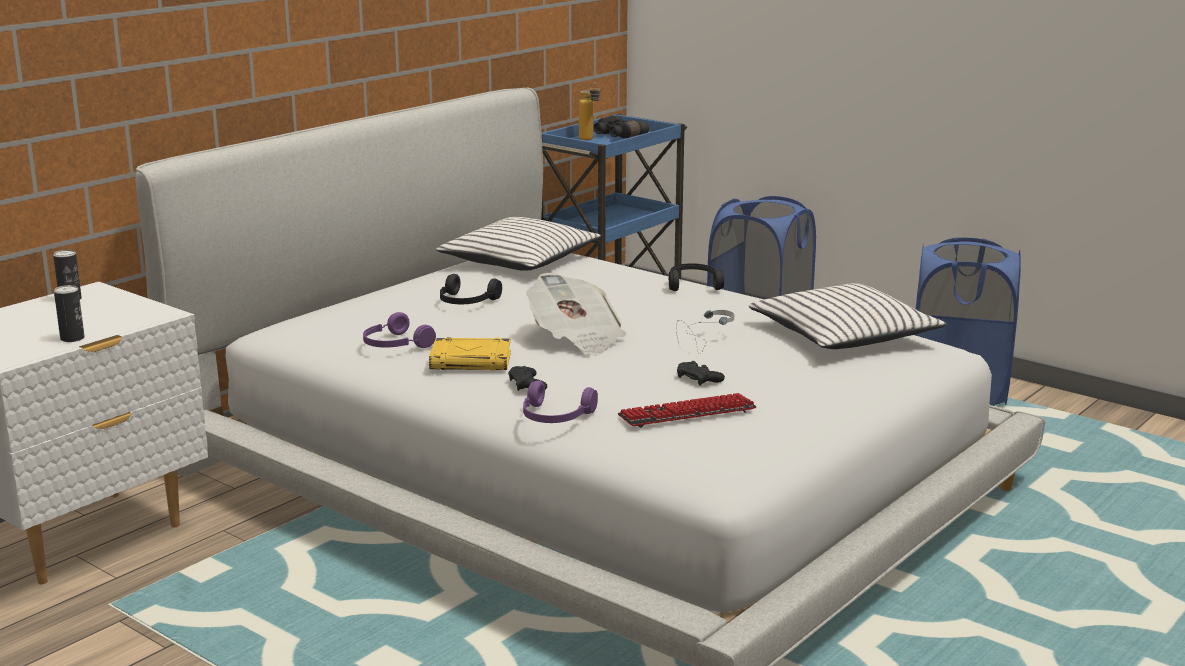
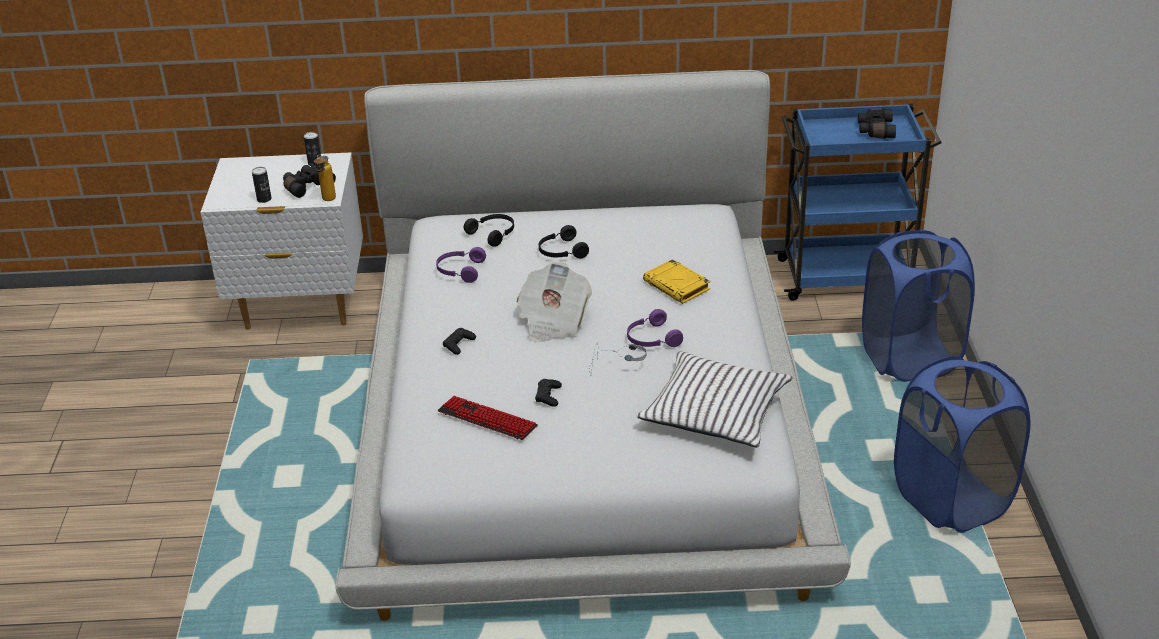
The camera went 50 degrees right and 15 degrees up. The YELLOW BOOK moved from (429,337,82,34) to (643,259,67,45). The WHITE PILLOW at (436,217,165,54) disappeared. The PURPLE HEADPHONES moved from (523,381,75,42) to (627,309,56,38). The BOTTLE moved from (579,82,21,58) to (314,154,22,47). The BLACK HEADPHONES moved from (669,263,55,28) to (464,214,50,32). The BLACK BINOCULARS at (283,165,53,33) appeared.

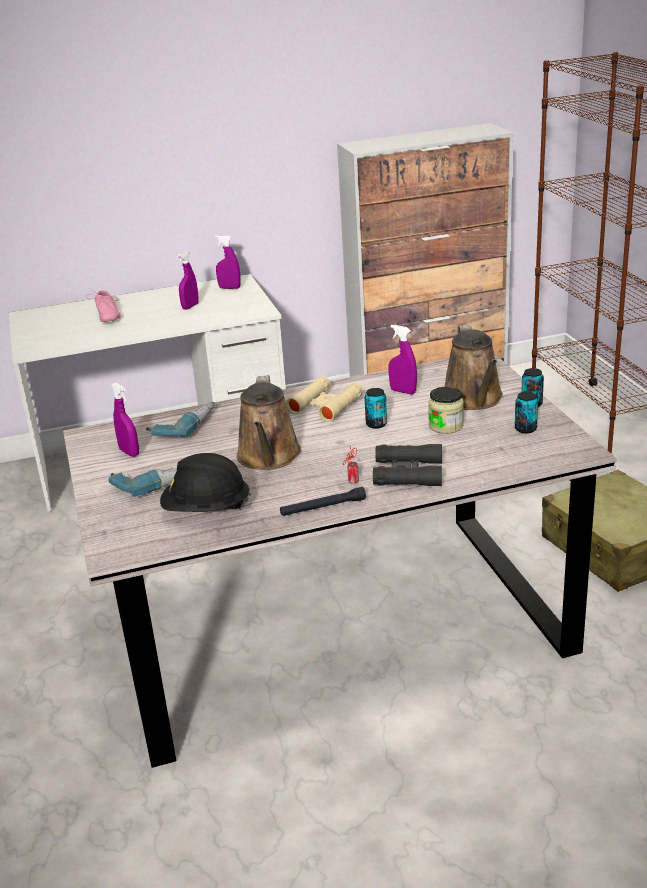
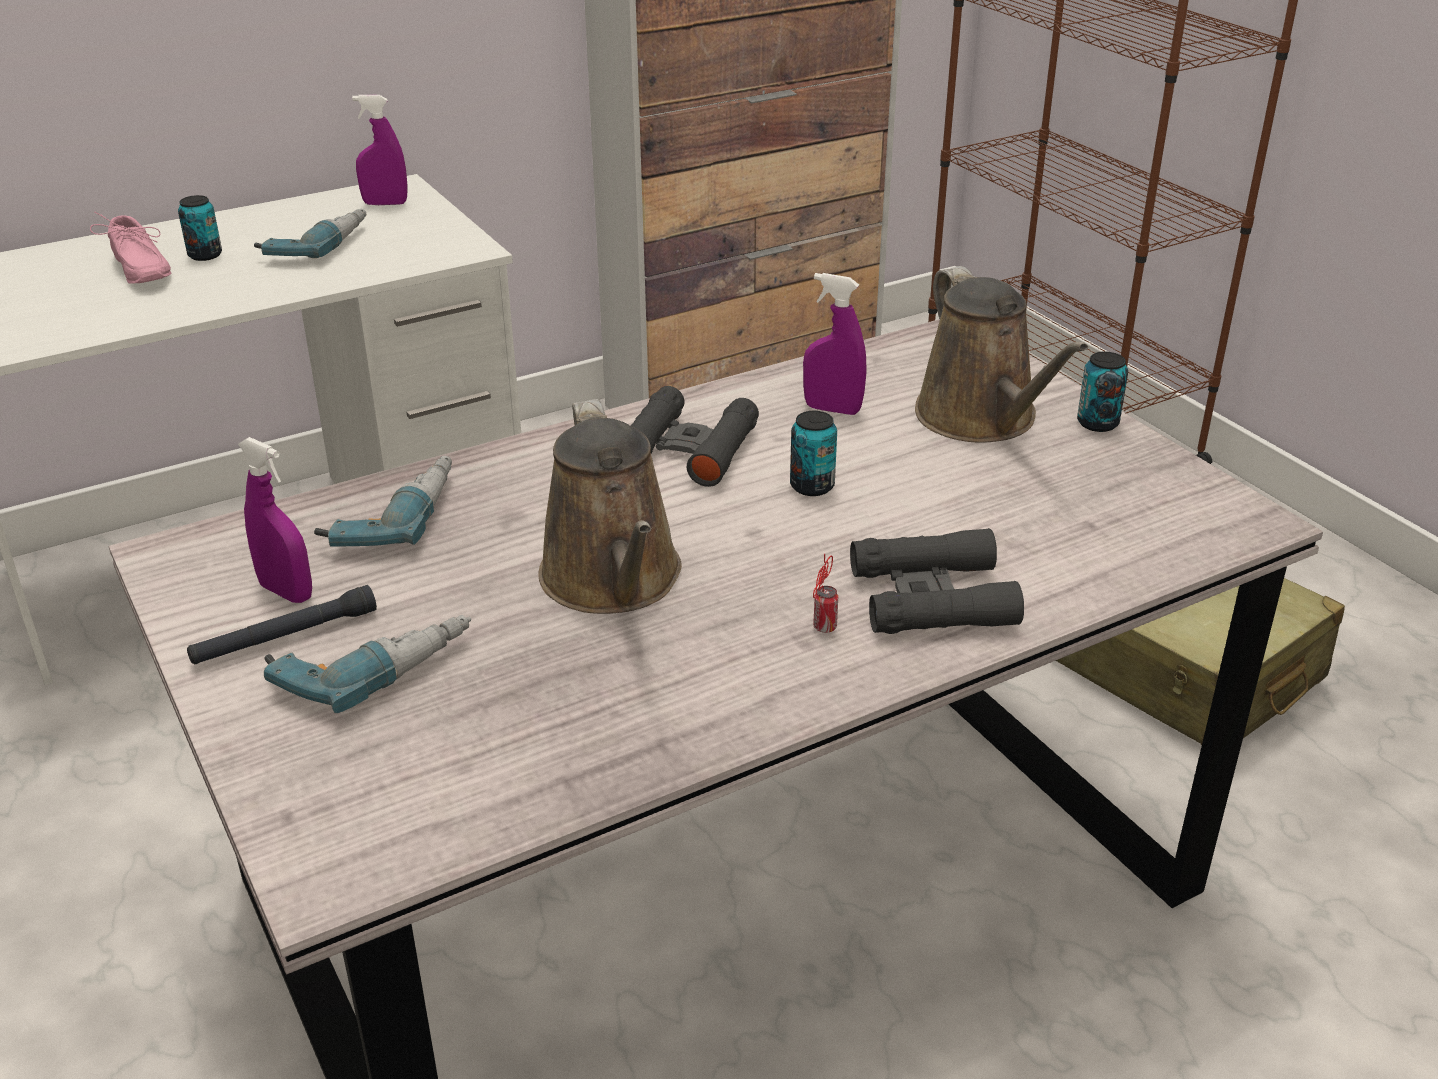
The camera went 15 degrees left and 5 degrees up. The BLACK HARD HAT at (160,453,91,59) disappeared. The PURPLE SPRAY BOTTLE at (177,251,22,59) was replaced by the POWER DRILL at (254,209,112,49). The BLACK FLASHLIGHT moved from (280,487,86,29) to (187,585,190,79). The BEIGE BINOCULARS at (286,376,77,46) became the BLACK BINOCULARS at (630,386,129,101). The JAR at (428,387,36,47) disappeared. The CAN moved from (515,392,23,42) to (178,195,44,66).

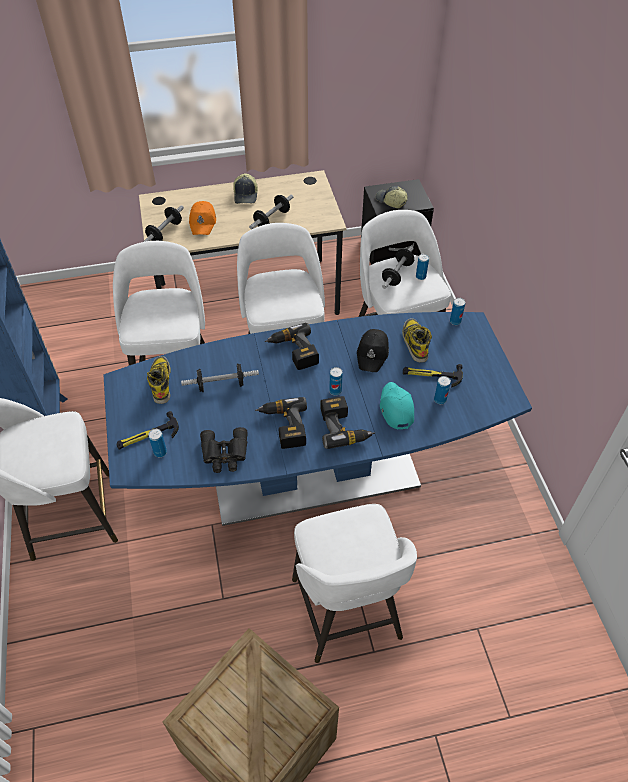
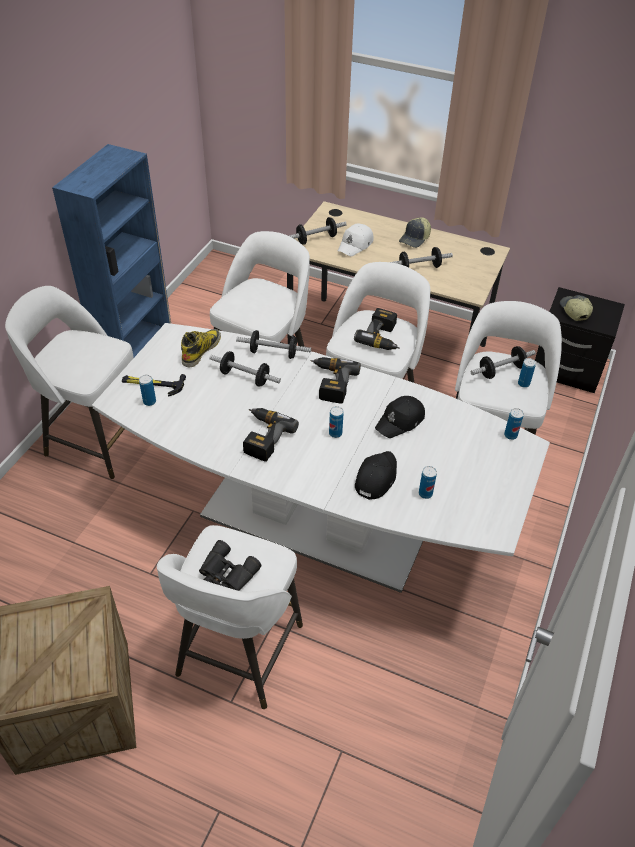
The camera went 35 degrees right and 5 degrees down. The BLUE DINING TABLE at (103,312,429,214) became the WHITE DINING TABLE at (92,323,458,270). The ORANGE CAP at (189,201,27,34) became the WHITE CAP at (338,224,36,32). The BLACK BINOCULARS moved from (200,427,48,46) to (199,540,62,51). The POWER DRILL moved from (320,396,55,53) to (354,308,46,42). The TURQUOISE CAP at (380,382,34,47) became the BLACK CAP at (355,451,42,49). The BOOT at (402,318,30,45) disappeared. The HAMMER at (403,364,60,24) disappeared. The DUMBBELL at (236,330,75,29) appeared.

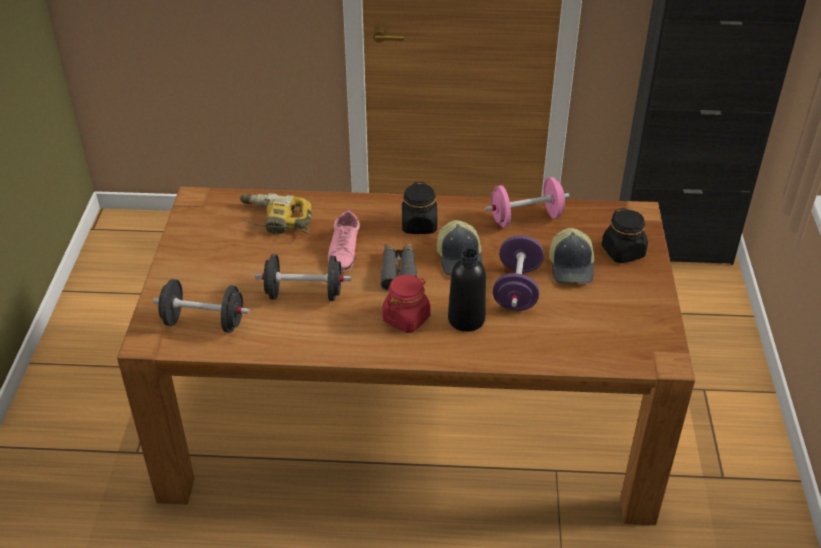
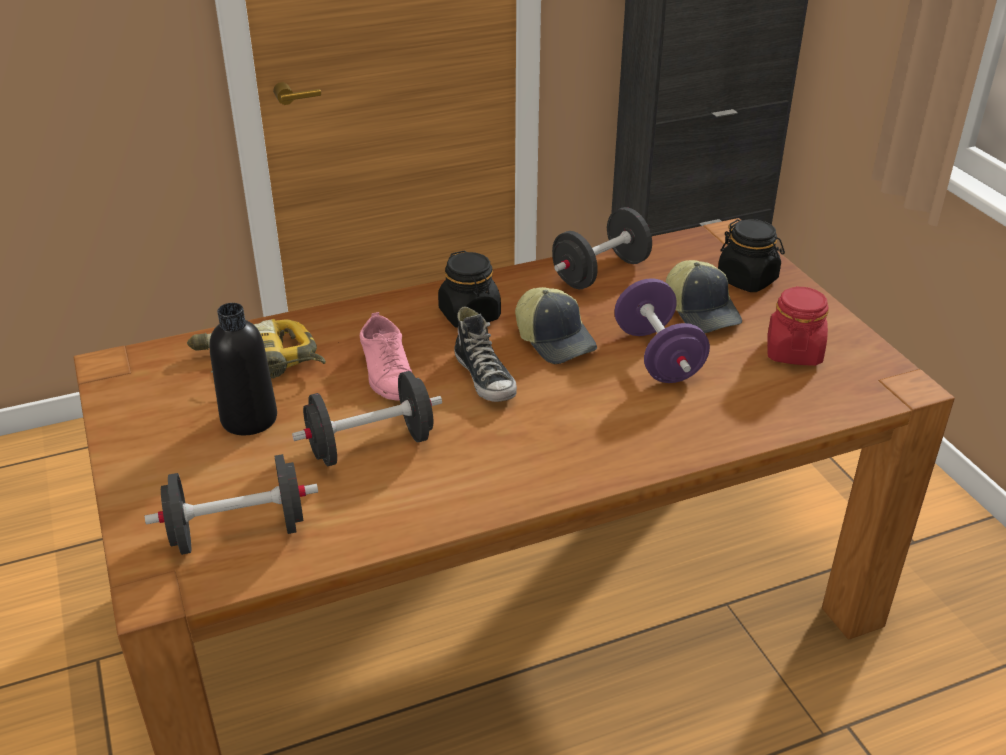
The camera went 25 degrees left and 5 degrees down. The GREY BINOCULARS at (380,243,37,48) was replaced by the SHOE at (454,306,63,96). The RED JAR moved from (382,275,49,58) to (767,286,62,80). The BLACK BOTTLE moved from (448,248,38,84) to (209,303,68,132). The PINK DUMBBELL at (485,177,84,50) became the BLACK DUMBBELL at (552,207,100,82).

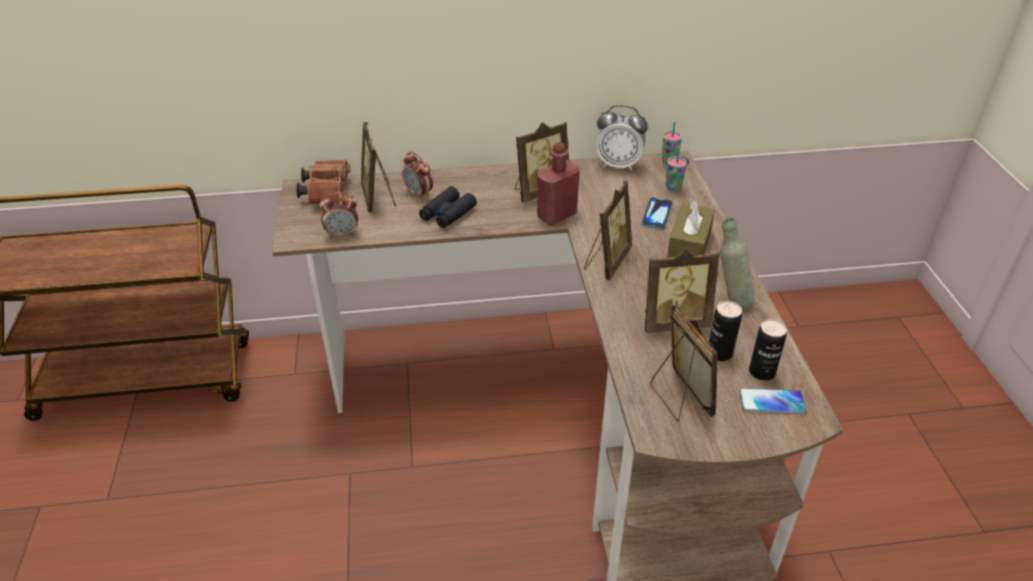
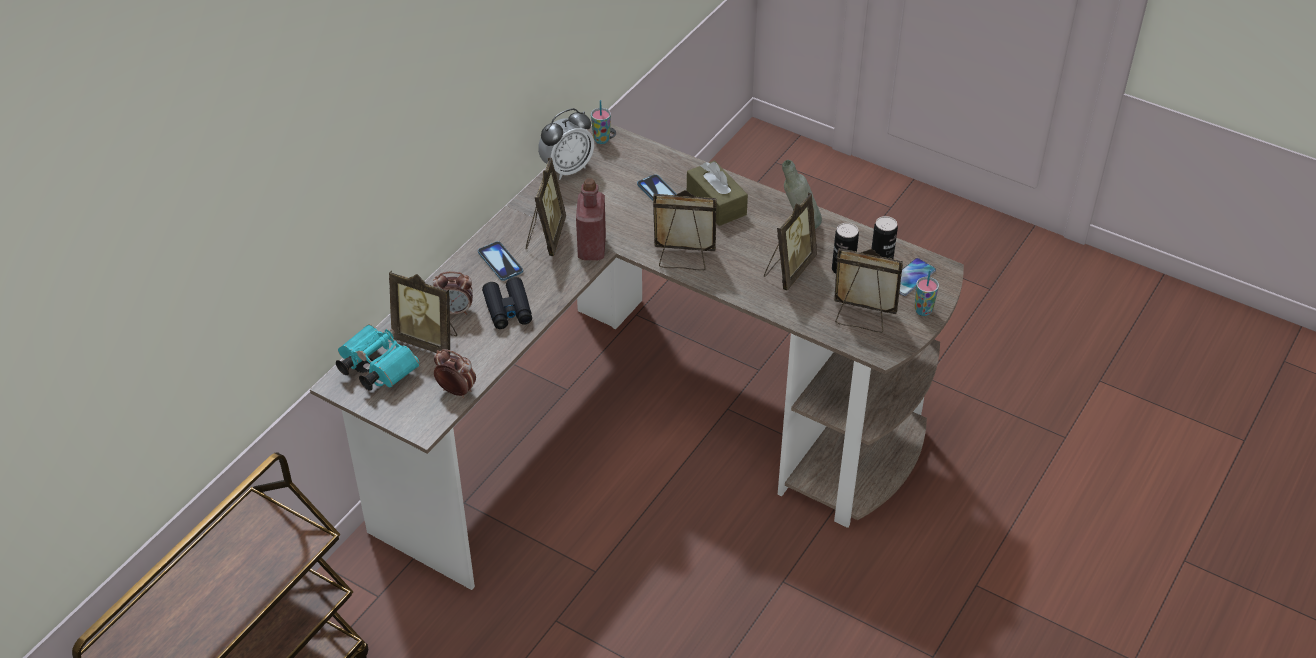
The camera went 50 degrees left and 5 degrees up. The BROWN BINOCULARS at (296,160,54,44) became the TURQUOISE BINOCULARS at (336,324,83,67). The ALARM CLOCK at (320,192,38,47) turned 90 degrees counterclockwise. The PICTURE FRAME at (584,181,48,99) turned 60 degrees counterclockwise. The CUP moved from (666,147,21,45) to (915,270,24,46). The PHONE at (478,241,45,40) appeared.

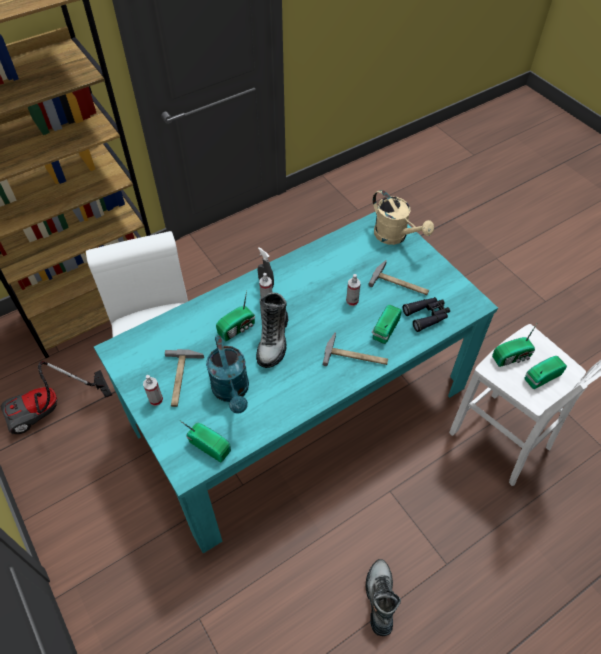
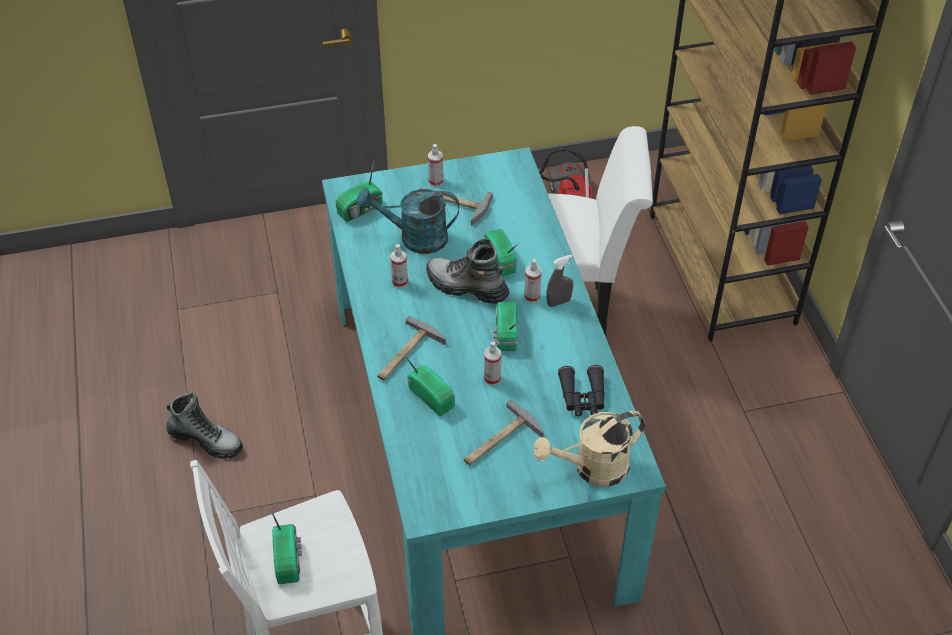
The camera went 110 degrees right and 5 degrees down. The BLACK BINOCULARS moved from (403,297,47,35) to (558,365,47,51). The RADIO moved from (492,324,45,43) to (493,302,25,49). The SPRAY BOTTLE at (390,244,18,44) appeared.

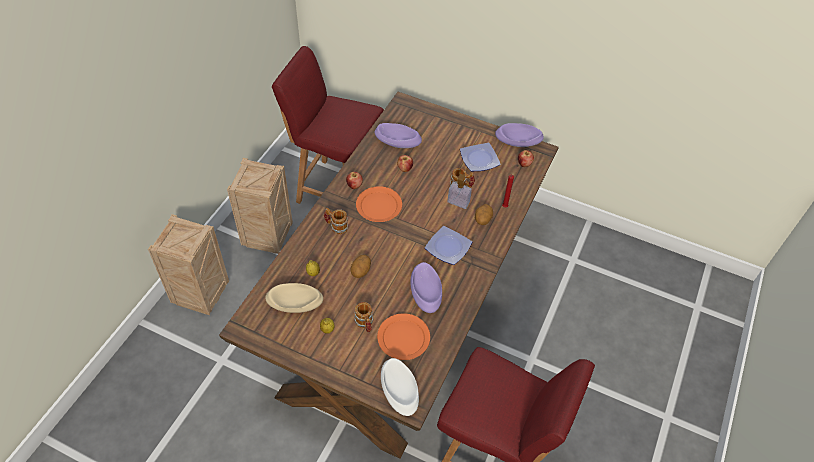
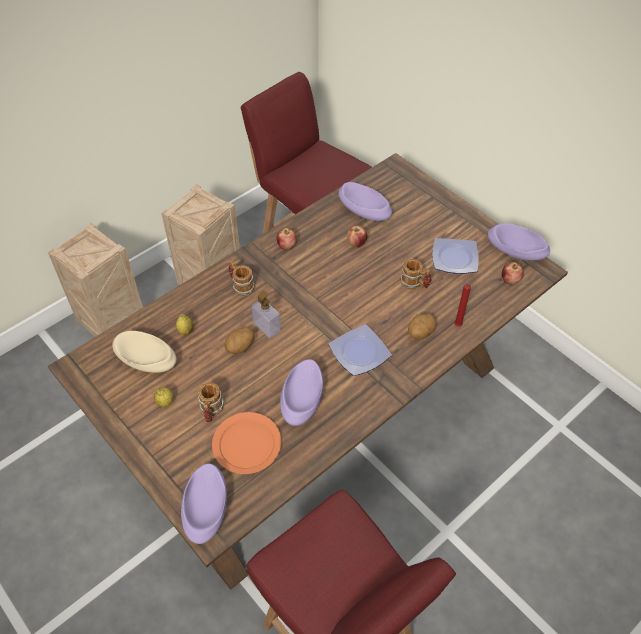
The camera went 25 degrees right and 0 degrees up. The ORANGE PLATE at (356,186,46,36) disappeared. The WHITE BOWL at (381,358,38,58) became the PURPLE BOWL at (181,464,46,80). The SOAP DISPENSER moved from (447,174,25,35) to (251,290,30,48).

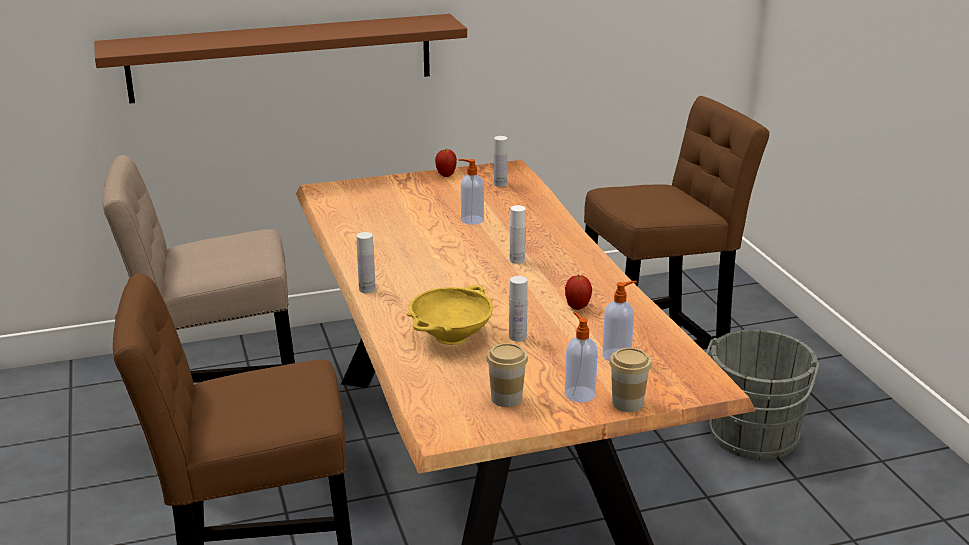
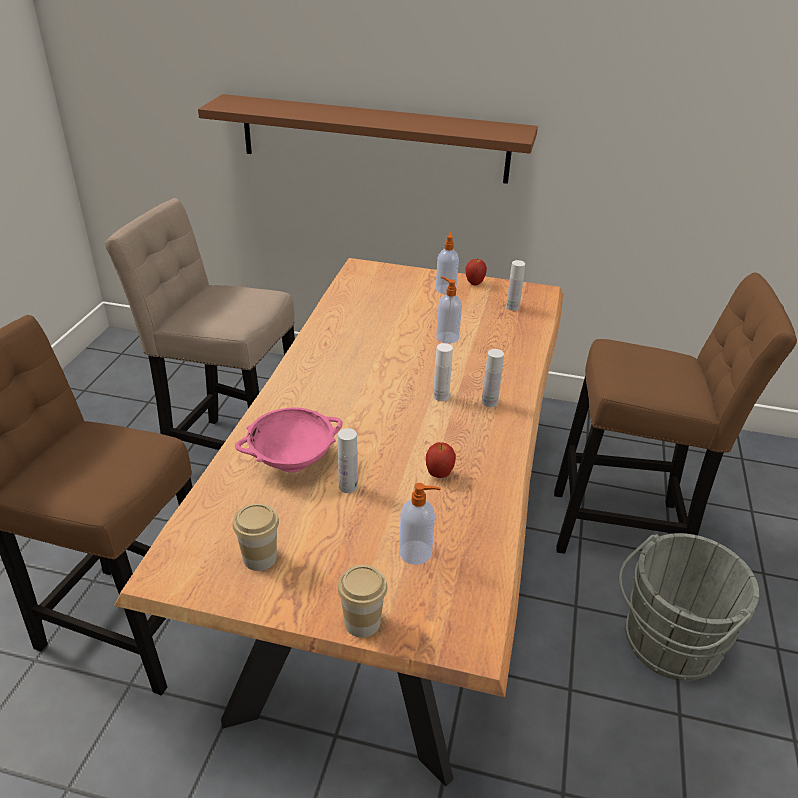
The camera went 30 degrees right and 10 degrees up. The WHITE BOTTLE moved from (357,232,19,61) to (482,349,22,58). The YELLOW BOWL at (407,285,86,60) became the PINK BOWL at (235,408,108,65). The SOAP DISPENSER moved from (565,312,33,91) to (436,231,23,63).

